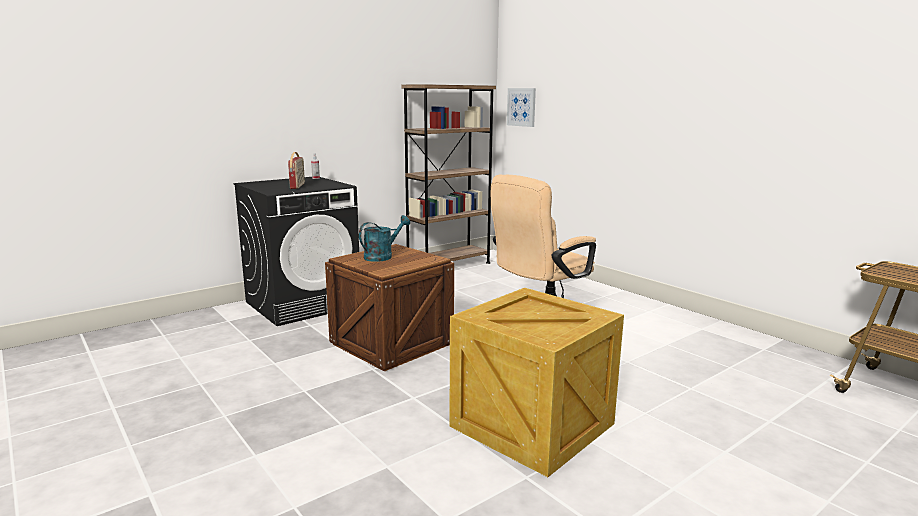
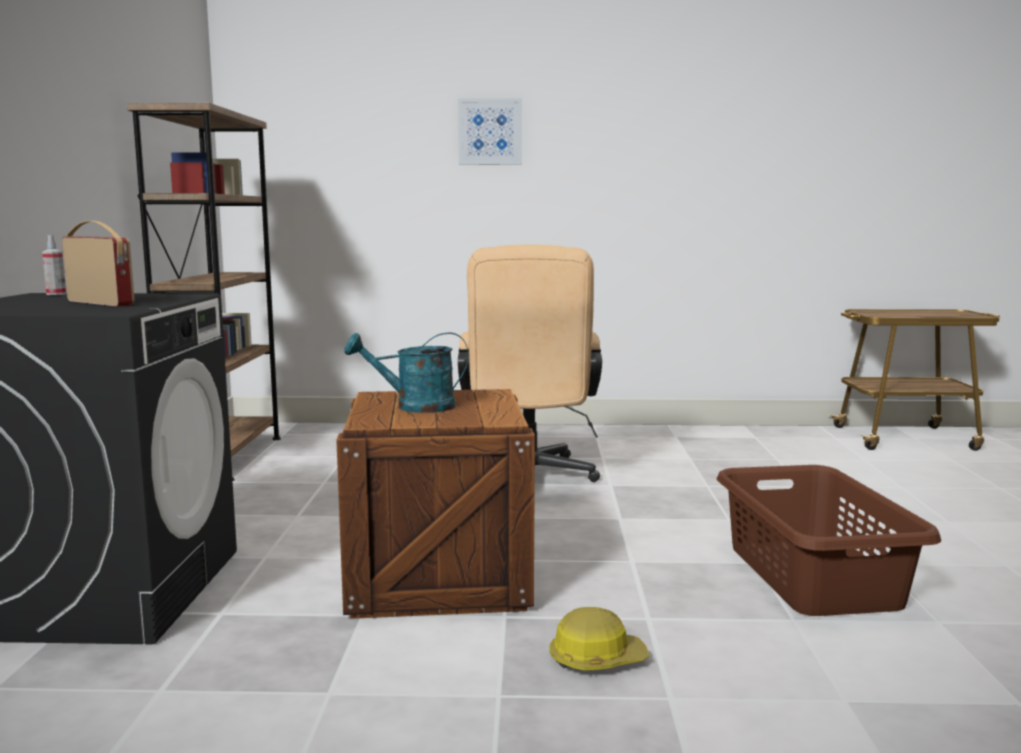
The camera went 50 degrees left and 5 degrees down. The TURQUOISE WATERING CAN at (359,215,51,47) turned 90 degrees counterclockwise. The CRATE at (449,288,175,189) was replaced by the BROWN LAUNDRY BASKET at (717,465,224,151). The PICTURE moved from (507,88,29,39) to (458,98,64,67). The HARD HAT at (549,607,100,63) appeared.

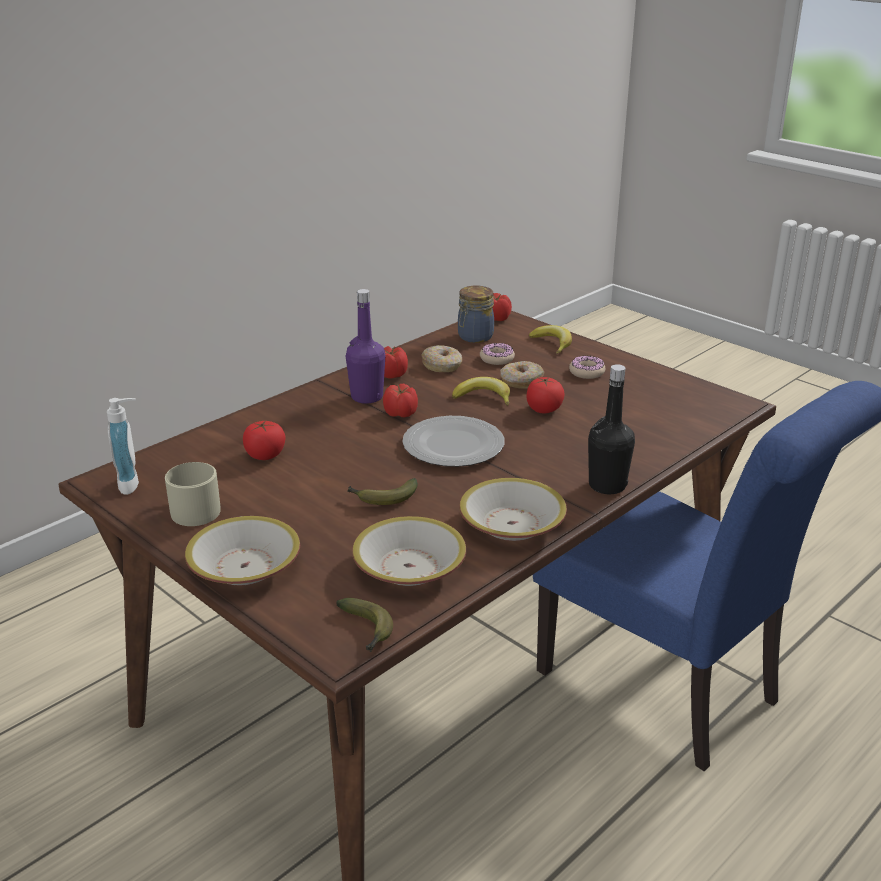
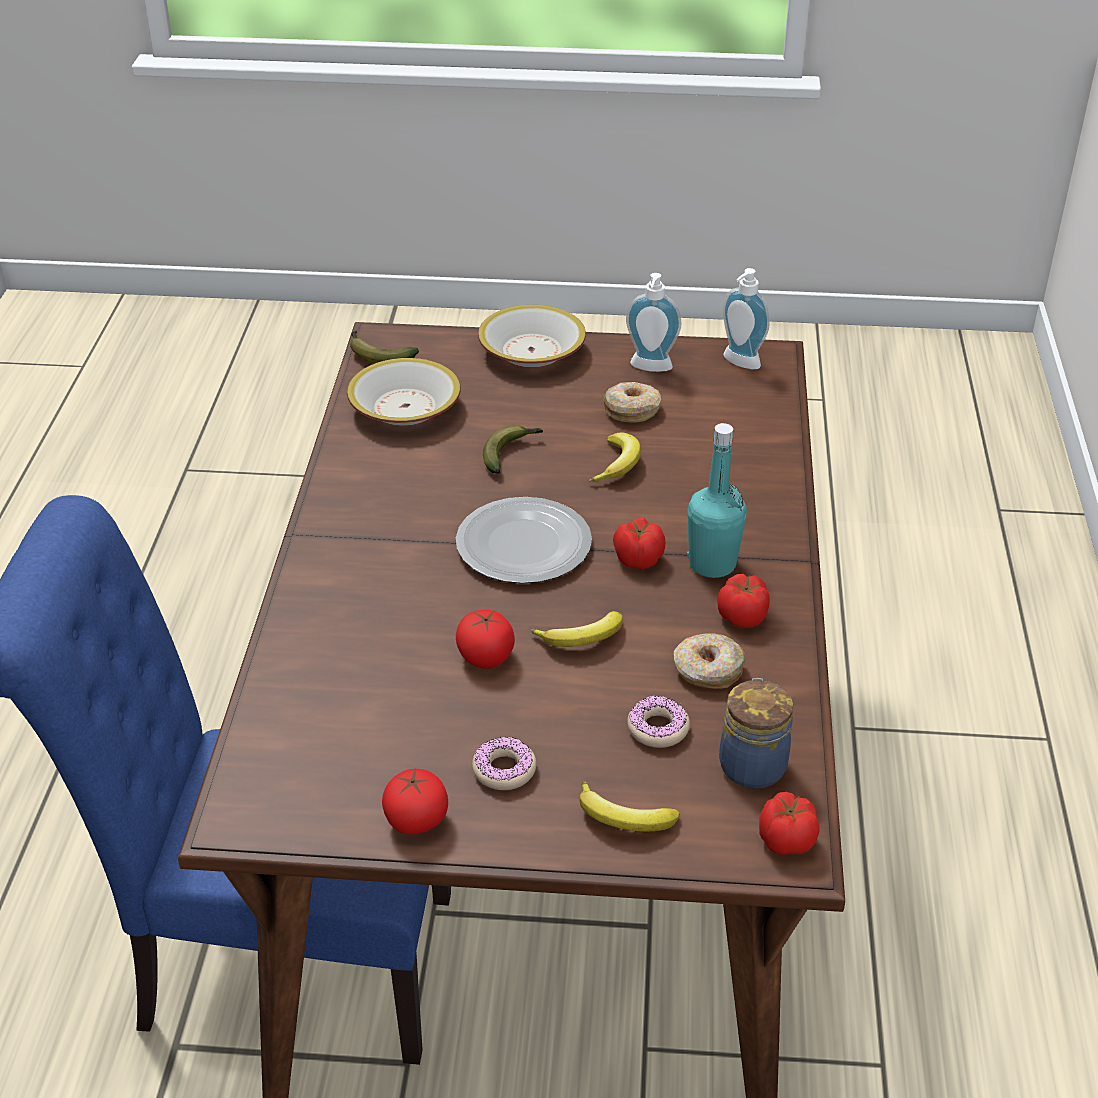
The camera went 140 degrees right and 10 degrees up. The BEIGE MUG at (165,462,55,64) was replaced by the SOAP DISPENSER at (626,273,55,99). The TOMATO moved from (243,421,42,39) to (382,768,66,66). The PURPLE BOTTLE at (346,289,39,115) became the TURQUOISE BOTTLE at (687,423,60,155). The BOWL at (459,478,108,63) disappeared. The DONUT moved from (500,361,45,28) to (604,382,57,41). The BLACK BOTTLE at (588,364,47,130) disappeared. The BANANA at (589,432,52,50) appeared.

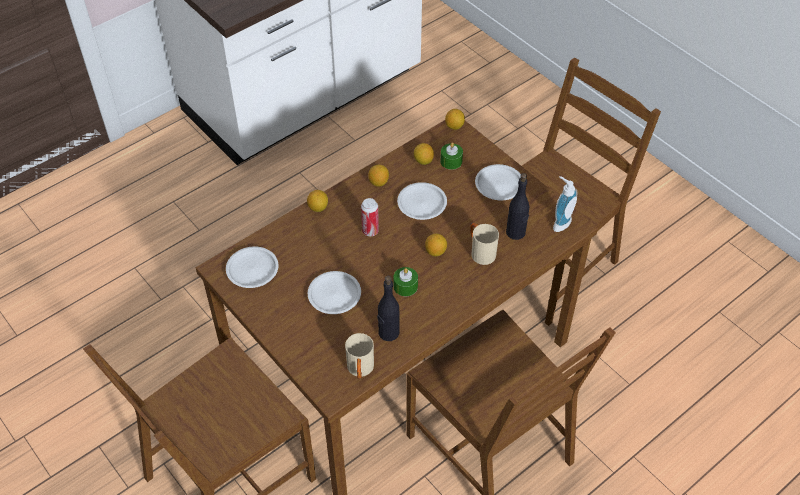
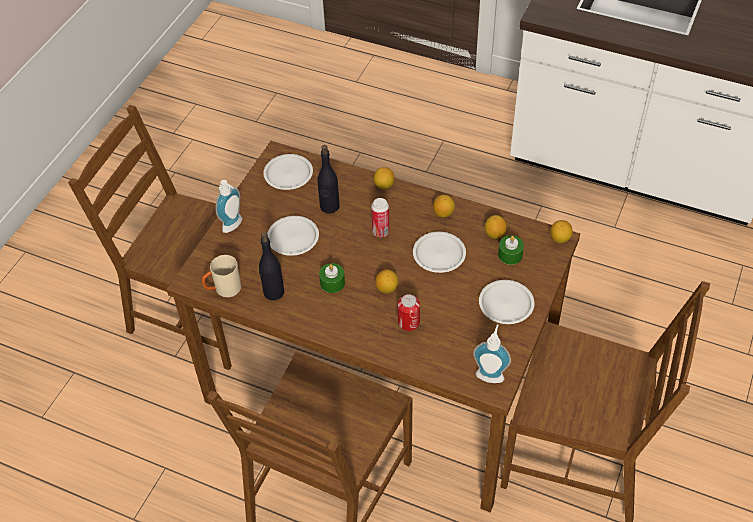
The camera went 65 degrees right and 0 degrees up. The BEIGE MUG at (470,223,29,42) was replaced by the CAN at (398,294,22,37). The BLACK BOTTLE moved from (506,173,23,67) to (317,145,23,69). The SOAP DISPENSER at (216,180,26,53) appeared.

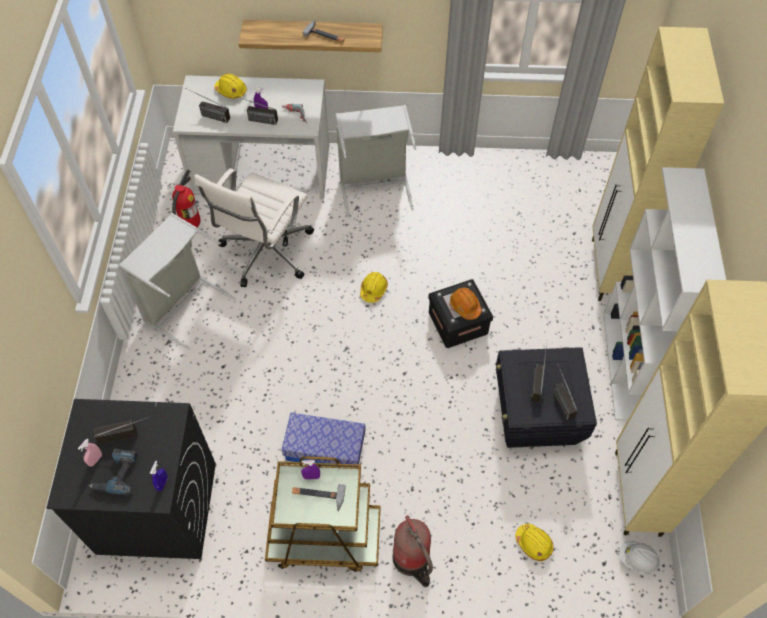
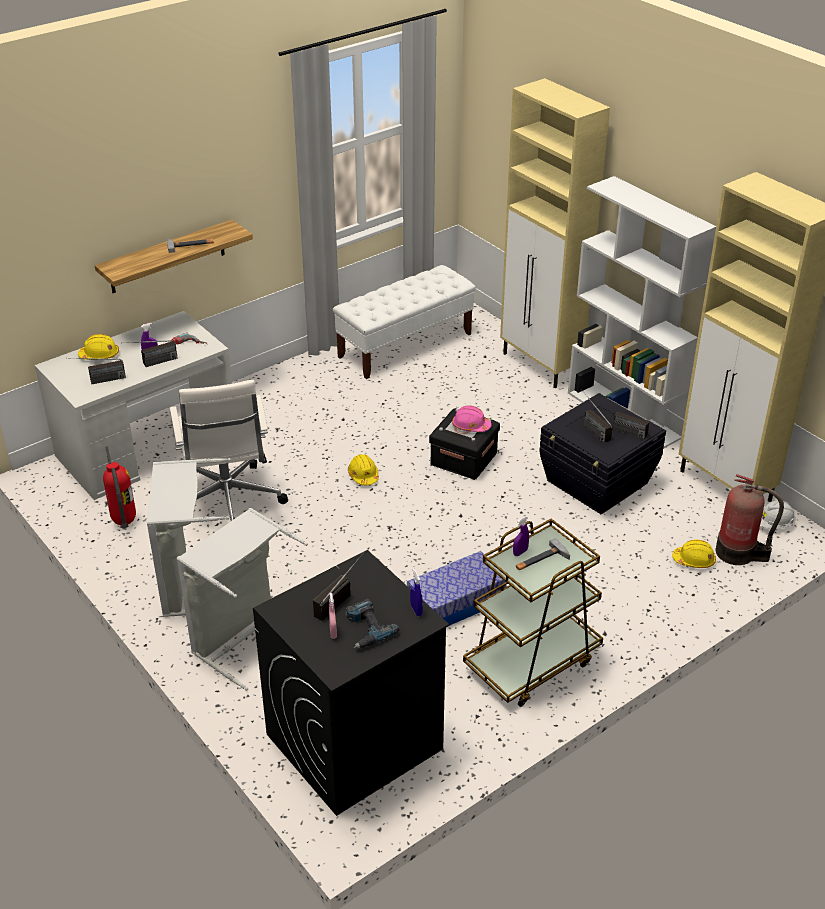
The camera went 40 degrees left and 20 degrees down. The GREY LAUNDRY BASKET moved from (335,105,81,113) to (177,508,131,183). The FIRE EXTINGUISHER moved from (393,515,40,72) to (716,474,68,91). The ORANGE HARD HAT at (450,287,32,33) became the PINK HARD HAT at (452,405,39,27). The WHITE BENCH at (333,265,143,114) appeared.

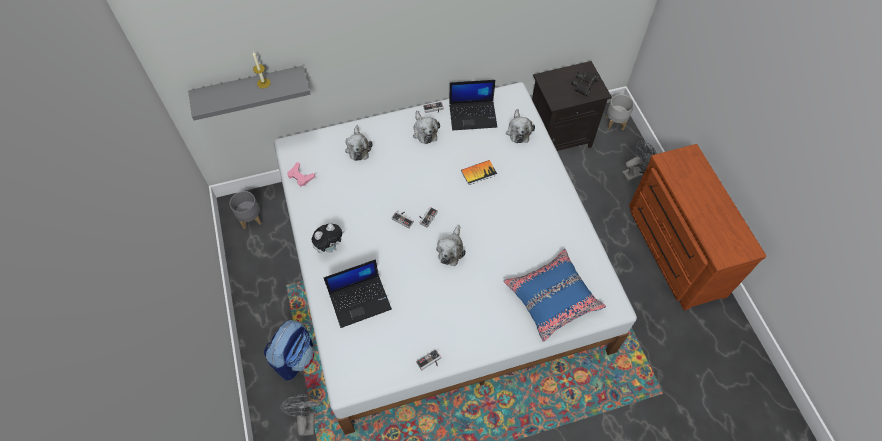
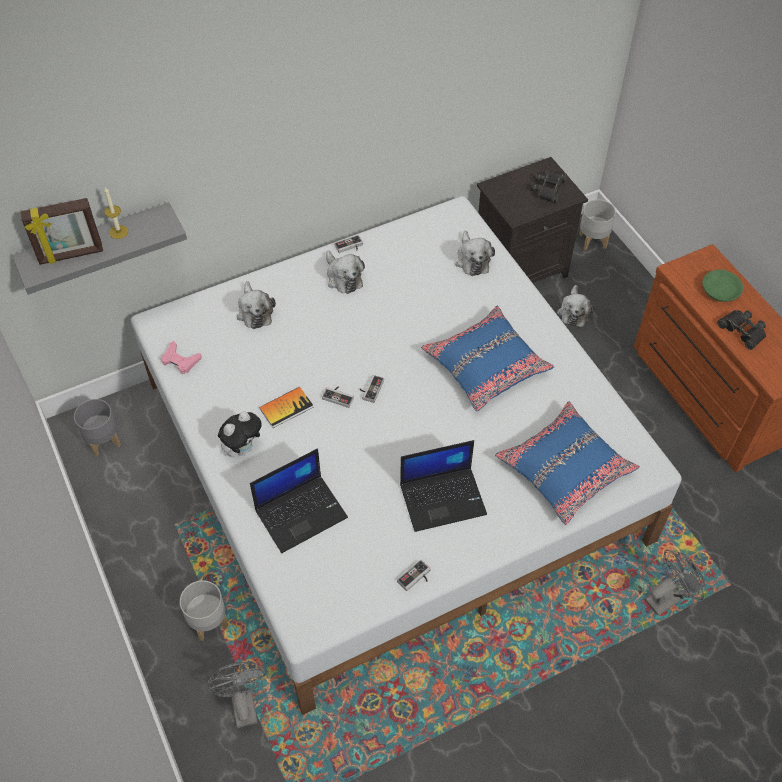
The camera went 10 degrees left and 5 degrees down. The BACKPACK at (264,319,50,62) was replaced by the GREY PLANTER at (180,580,48,61). The PLUSH TOY moved from (436,225,30,41) to (557,285,37,42). The LAPTOP moved from (449,80,48,50) to (400,440,87,92). The BOOK moved from (461,160,36,25) to (259,387,54,41). The GREY FAN moved from (622,140,35,41) to (645,550,60,66). The PICTURE FRAME at (20,198,83,67) appeared. The BLUE PILLOW at (421,306,133,106) appeared. The GREEN BOWL at (702,269,41,33) appeared. The BLACK BINOCULARS at (717,310,49,40) appeared.

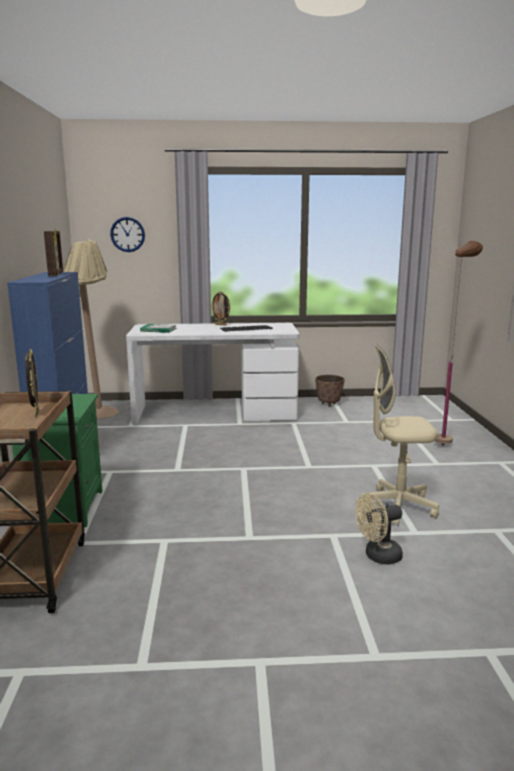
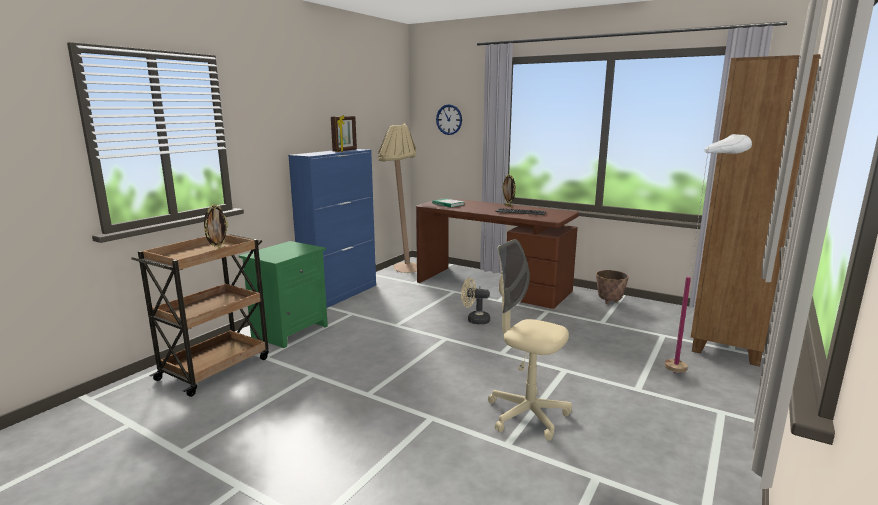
The camera went 35 degrees right and 0 degrees up. The WHITE DESK at (126,323,174,102) became the BROWN DESK at (416,198,163,111). The BEIGE FAN moved from (355,493,48,71) to (461,278,29,46). The BROWN FLOOR LAMP at (435,241,48,205) became the WHITE FLOOR LAMP at (665,134,87,239). The BROWN BOOKCASE at (691,54,130,312) appeared.

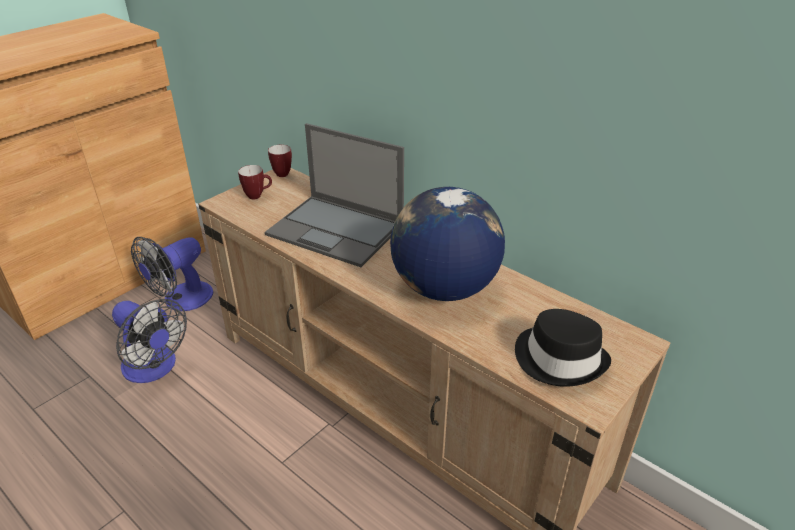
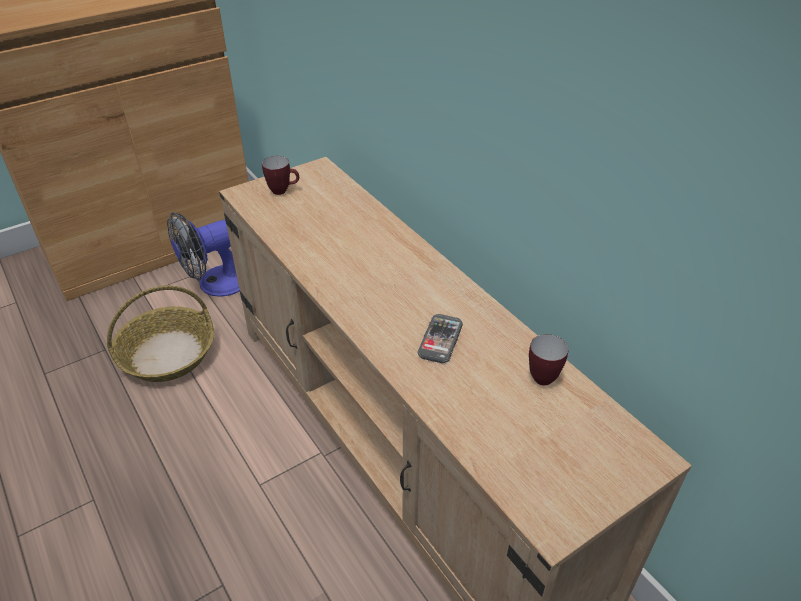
The camera went 15 degrees right and 5 degrees up. The FAN at (112,299,75,84) was replaced by the BASKET at (107,286,107,96). The LAPTOP at (265,123,139,144) disappeared. The MUG moved from (268,144,24,33) to (529,334,39,52). The GLOBE at (390,187,115,114) was replaced by the PHONE at (417,314,46,49). The BLACK HAT at (515,309,96,78) disappeared.

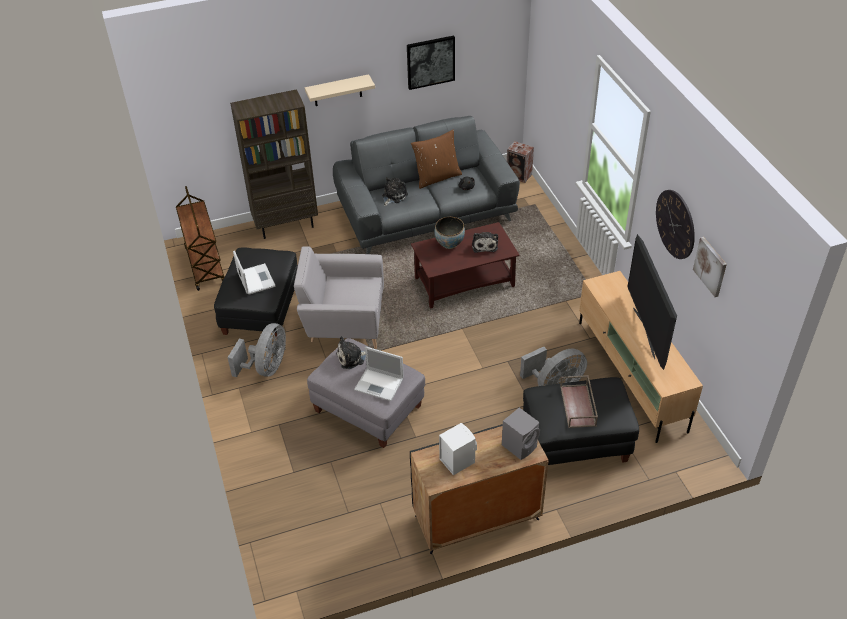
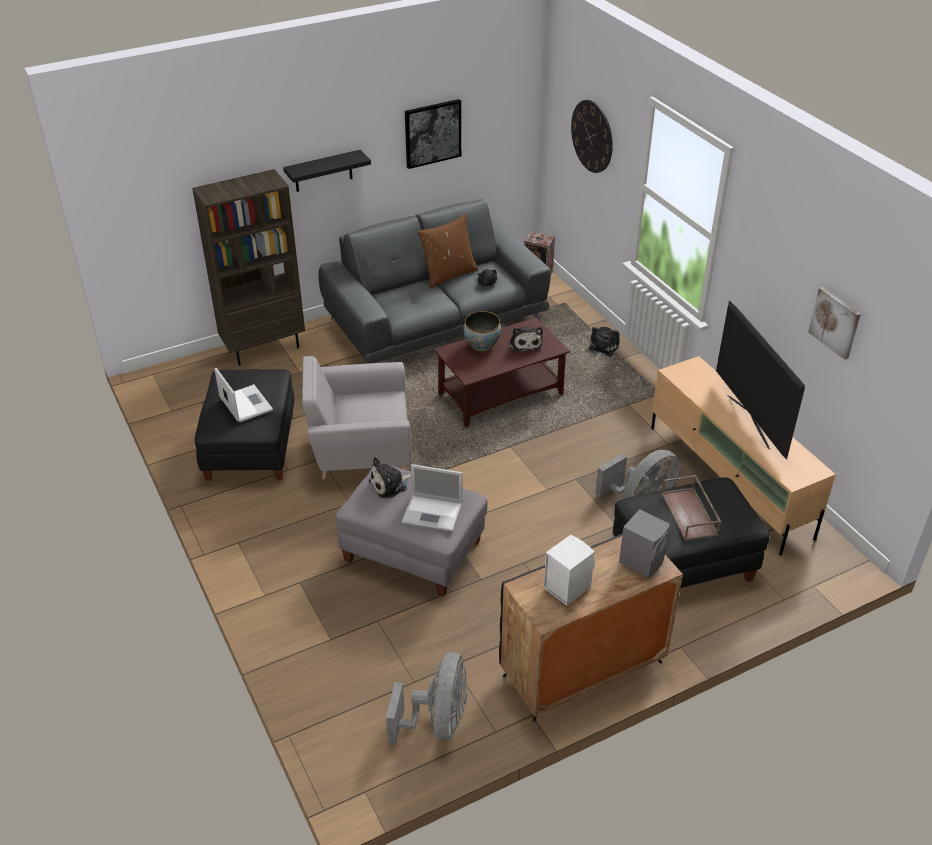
The camera went 10 degrees left and 5 degrees down. The BROWN CART at (176,186,48,105) disappeared. The GREY FAN moved from (227,323,59,54) to (386,652,81,93). The BEIGE SHELF at (305,74,70,32) became the BLACK SHELF at (283,150,88,42). The PLUSH TOY moved from (382,177,26,29) to (588,327,31,33). The WALL CLOCK moved from (656,190,39,69) to (571,100,42,73).

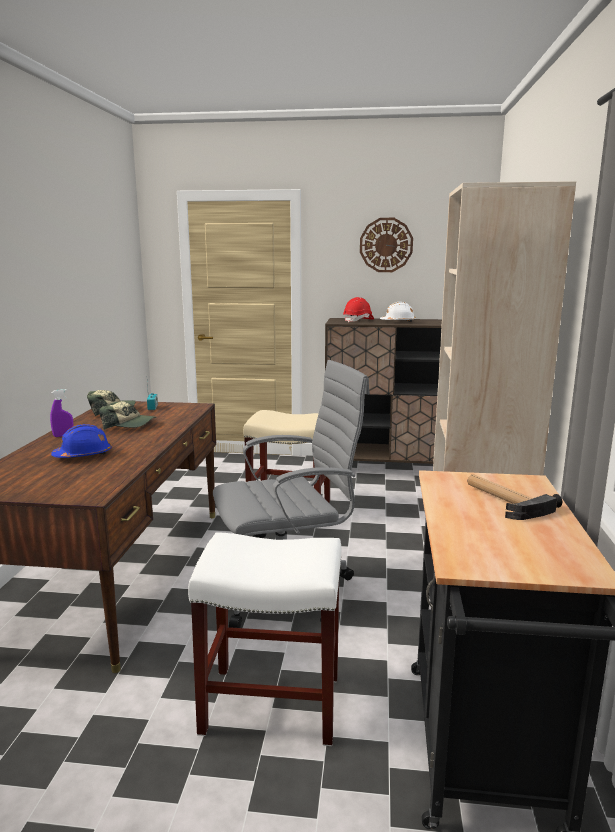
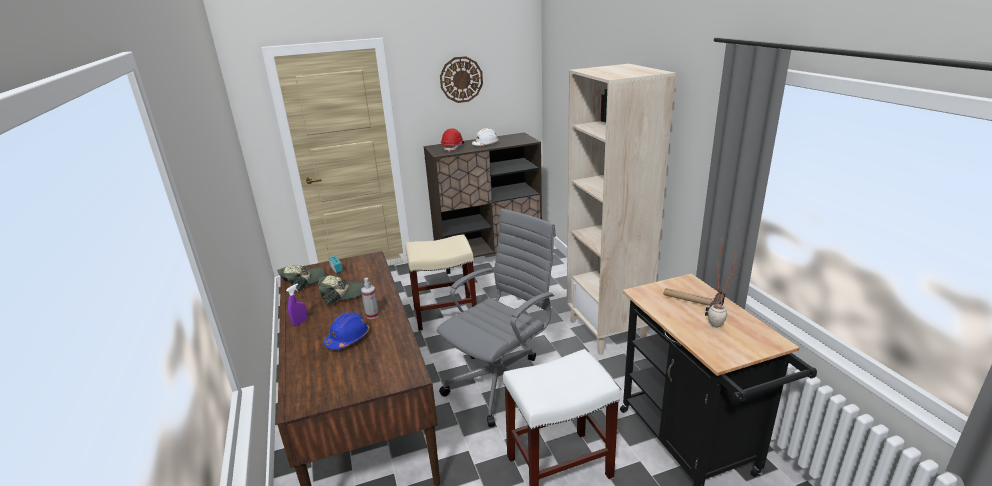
The camera went 25 degrees left and 10 degrees up. The SPRAY BOTTLE at (361,278,18,41) appeared. The POTTED PLANT at (708,227,39,101) appeared.

